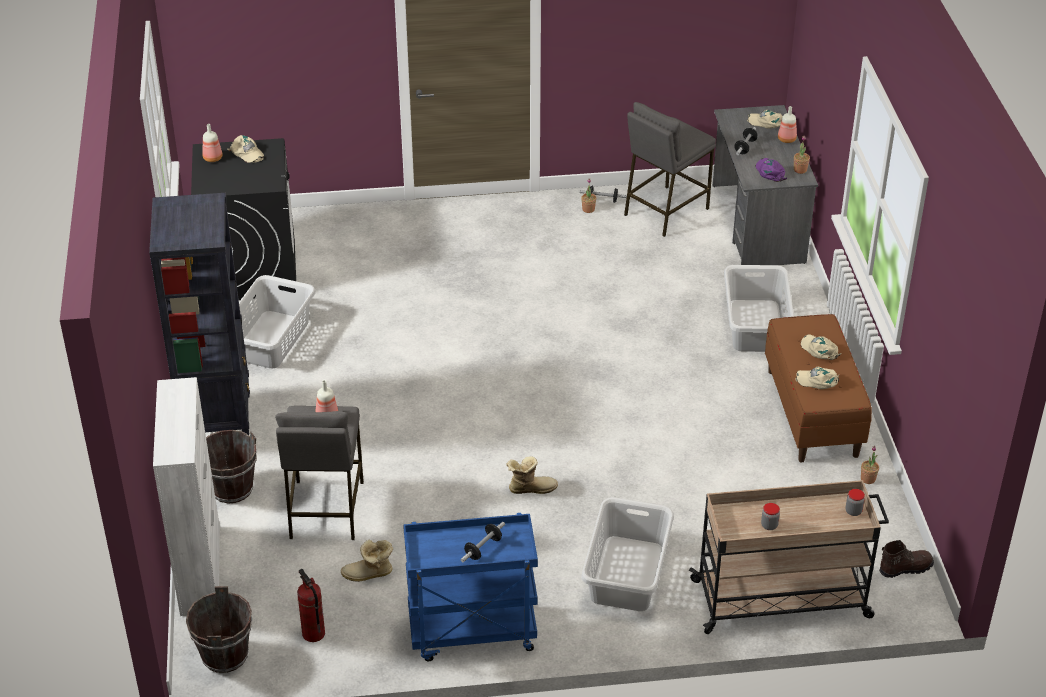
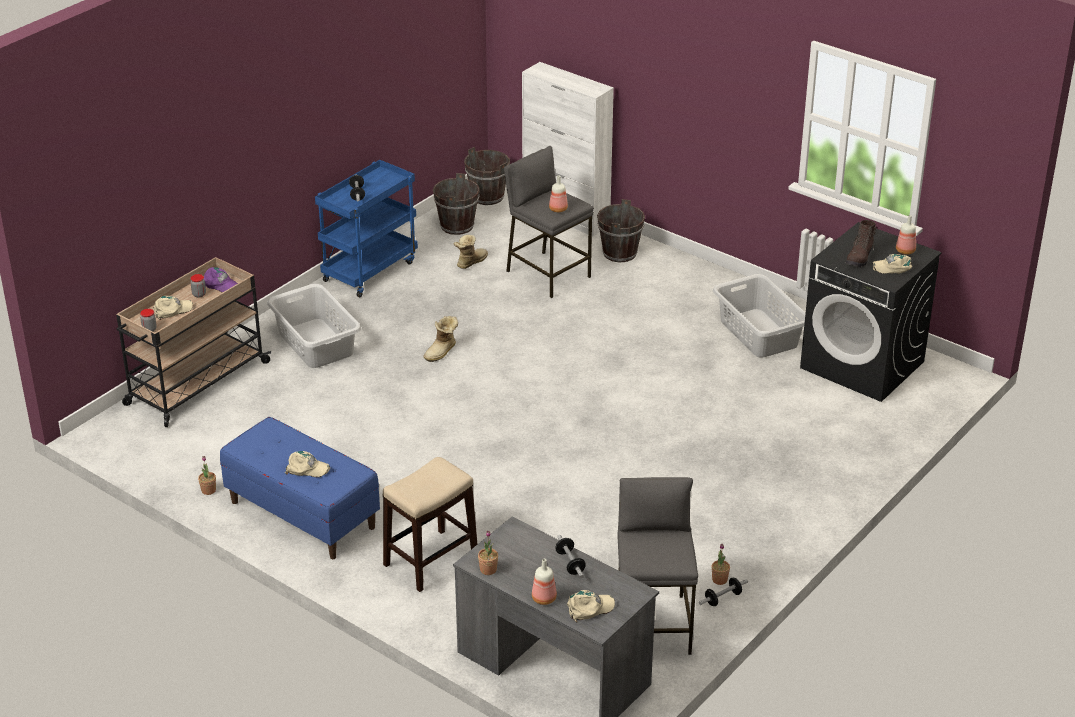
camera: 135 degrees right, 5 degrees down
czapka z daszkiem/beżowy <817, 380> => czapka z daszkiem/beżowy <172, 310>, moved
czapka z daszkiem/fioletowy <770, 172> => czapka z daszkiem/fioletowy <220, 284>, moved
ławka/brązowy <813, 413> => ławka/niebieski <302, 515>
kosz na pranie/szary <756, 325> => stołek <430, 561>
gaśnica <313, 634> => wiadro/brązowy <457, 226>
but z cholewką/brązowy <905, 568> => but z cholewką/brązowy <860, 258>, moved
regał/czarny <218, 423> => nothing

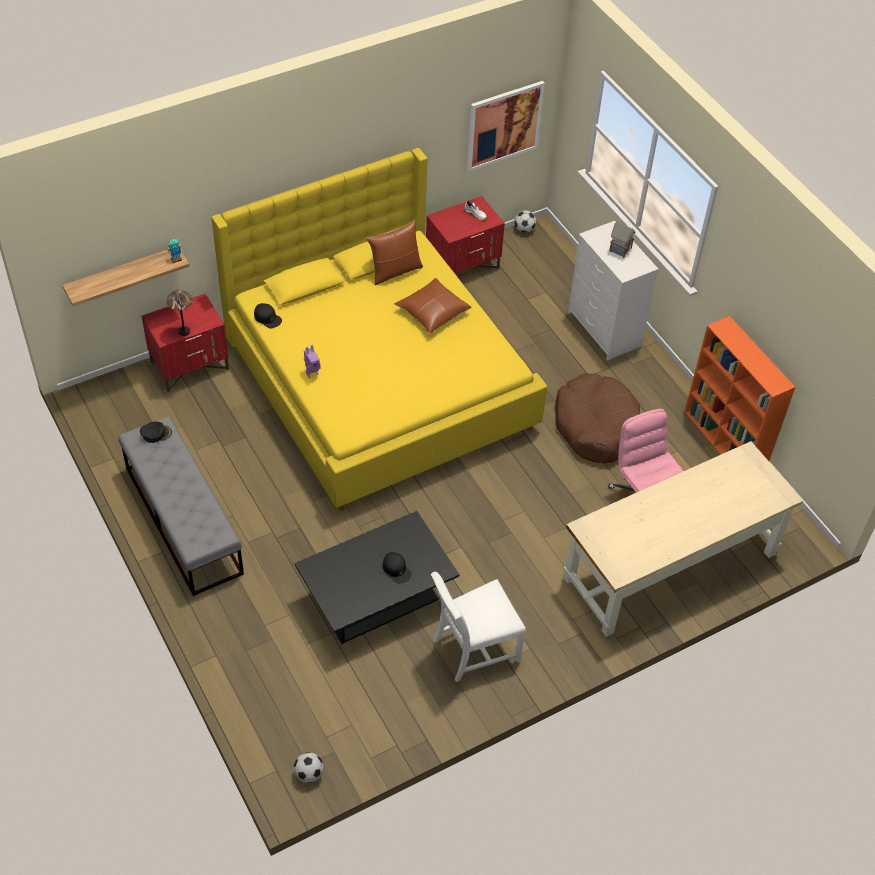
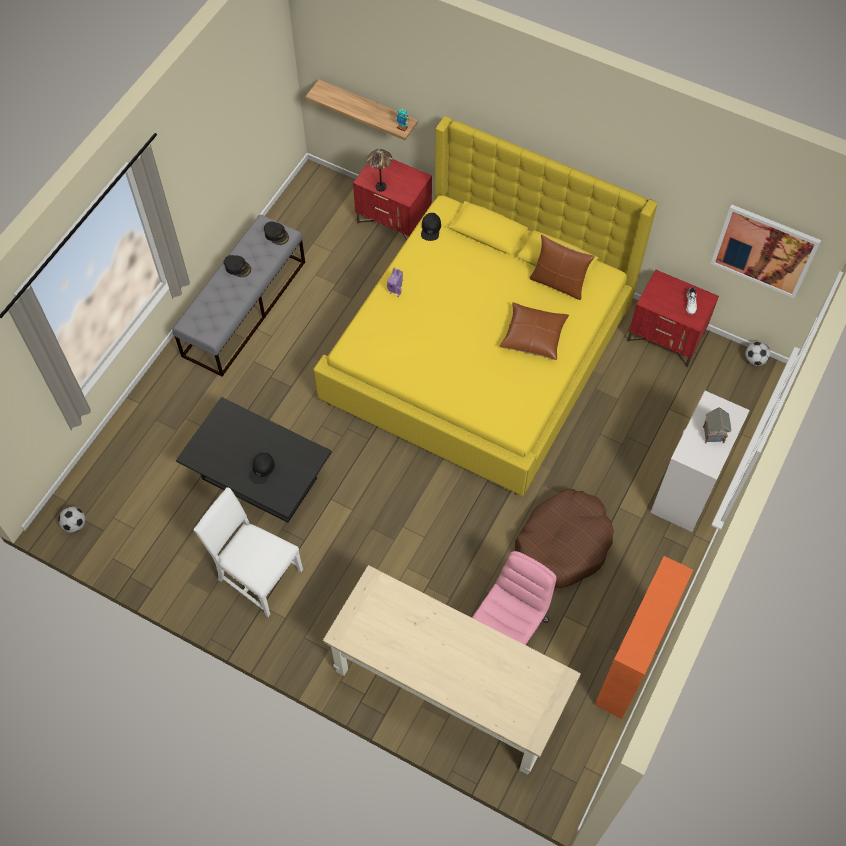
camera: 60 degrees right, 10 degrees up
nothing => czapka z daszkiem/czarny <237, 267>

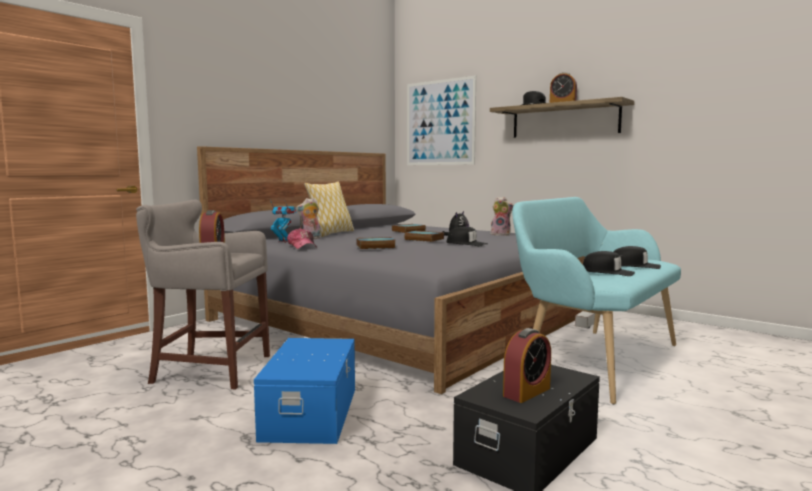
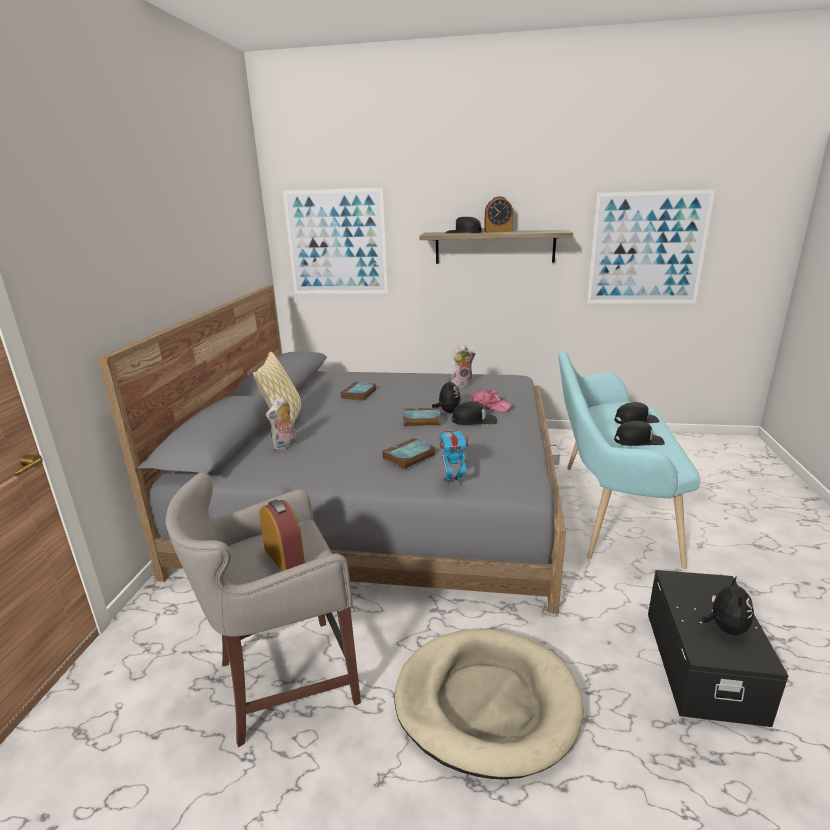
camera: 30 degrees left, 15 degrees up
pojemnik do przechowywania/niebieski <312, 413> => legowisko/beżowy <486, 703>
robot zabawkowy <284, 241> => robot zabawkowy <453, 482>, moved
czapka z daszkiem <302, 246> => czapka z daszkiem <489, 406>, moved
nothing => obraz <647, 249>
budzik <526, 392> => pluszak <725, 628>

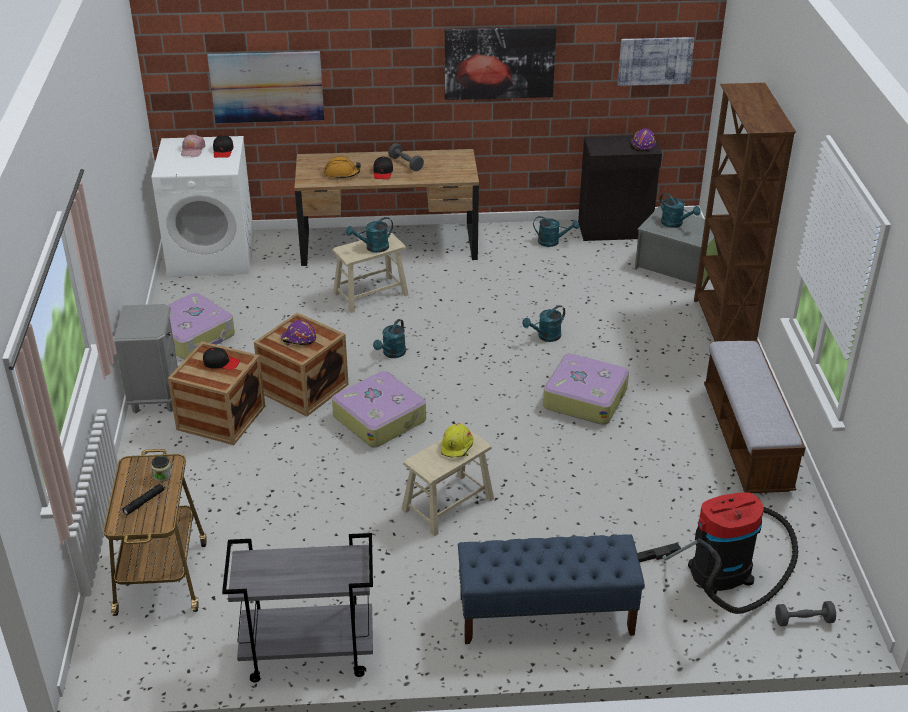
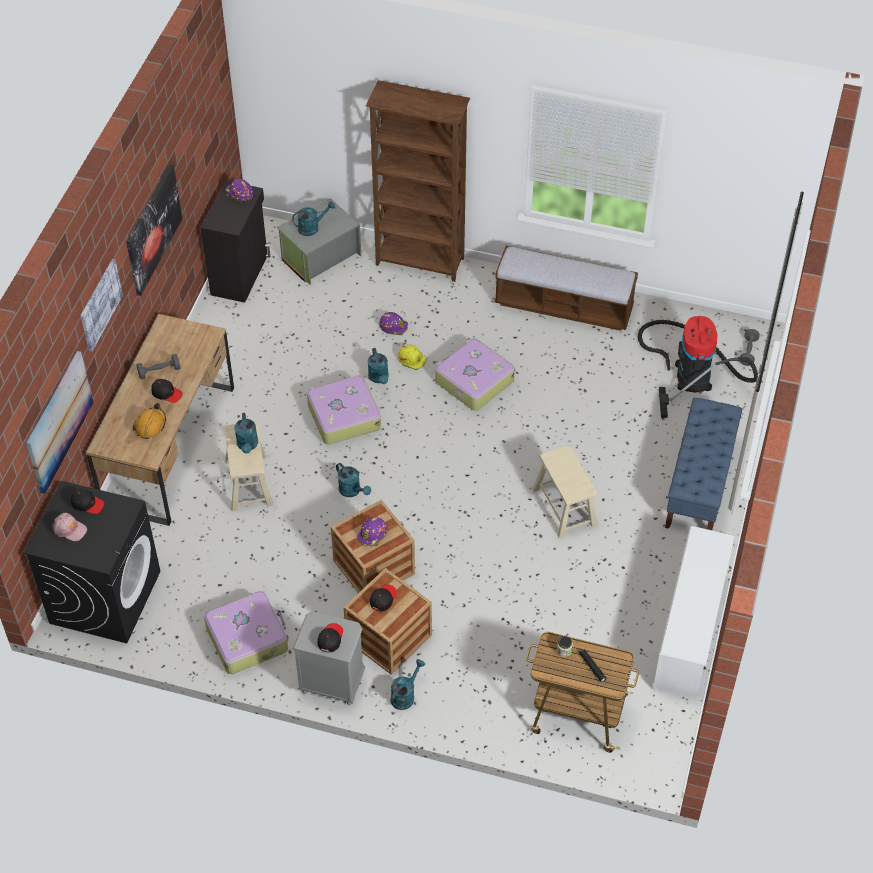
camera: 70 degrees left, 15 degrees up
pralka/biały <212, 255> => pralka/czarny <105, 596>
obraz <655, 60> => obraz <100, 304>, moved
walizka <380, 418> => walizka <343, 416>, moved
nothing => czapka z daszkiem/czarny <330, 639>
nothing => kask/fioletowy <393, 326>
konewka/turkusowy <552, 242> => konewka/turkusowy <405, 695>, moved
kask/żółty <457, 447> => kask/żółty <412, 359>, moved
wózek/szary <307, 653> => regał na buty/biały <689, 633>

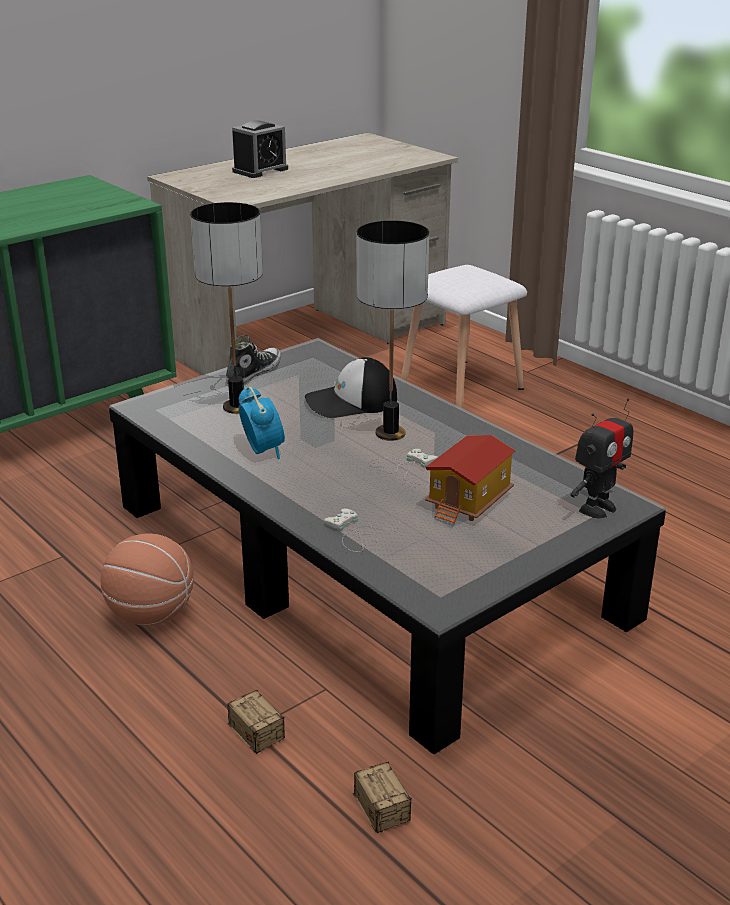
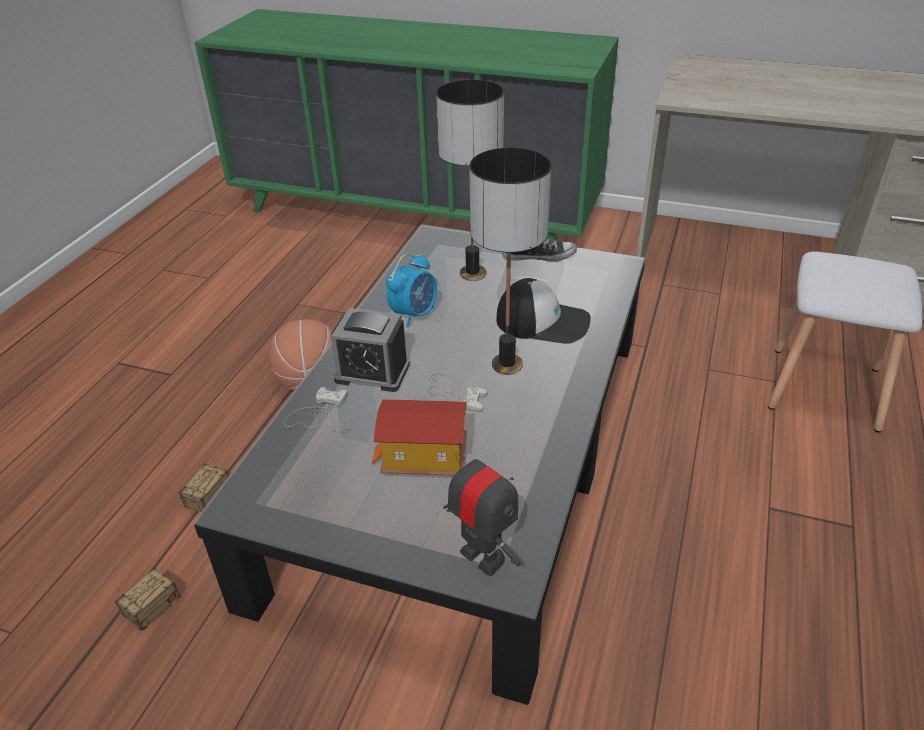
camera: 60 degrees right, 10 degrees up
budzik <260, 170> => budzik <372, 372>, moved
robot zabawkowy <597, 508> => robot zabawkowy <482, 557>, 150 degrees counterclockwise
czapka z daszkiem <351, 401> => czapka z daszkiem <543, 321>, 150 degrees clockwise

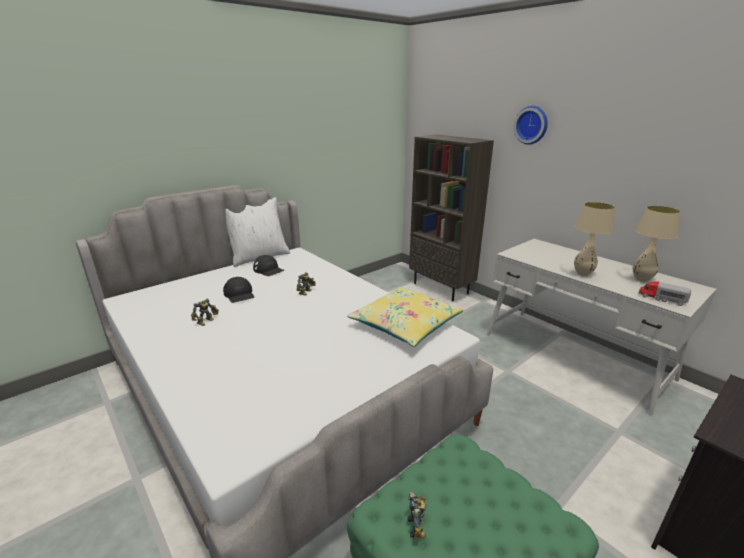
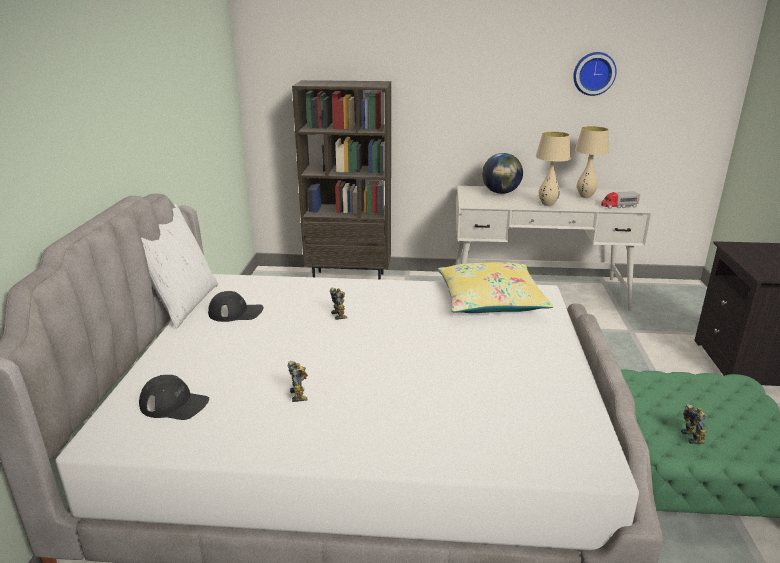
camera: 45 degrees left, 0 degrees up
czapka z daszkiem/czarny <239, 294> => czapka z daszkiem/czarny <174, 404>, moved
nothing => globus <501, 193>
zegar ścienny <532, 125> => zegar ścienny <593, 73>, moved
robot zabawkowy <418, 526> => robot zabawkowy <693, 436>, 45 degrees clockwise

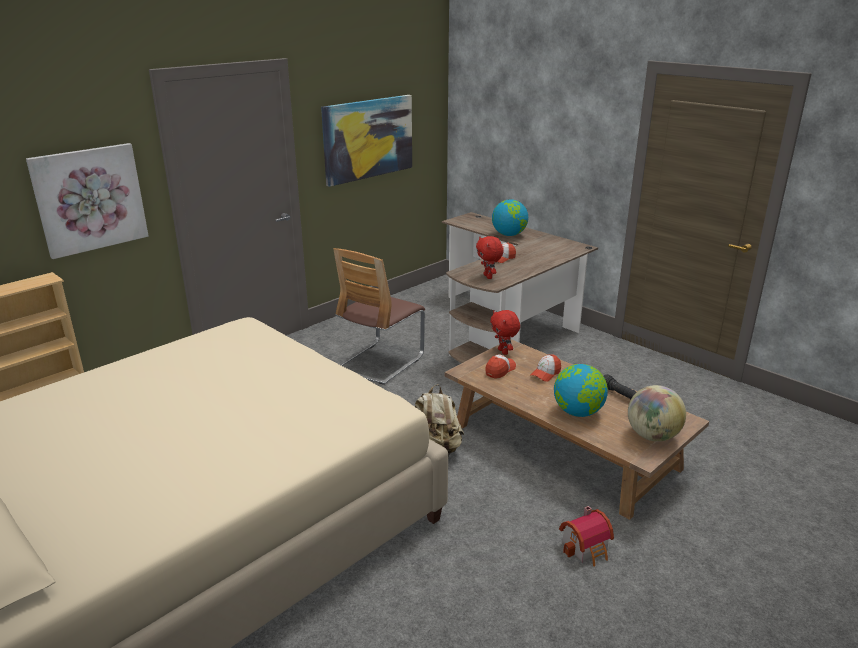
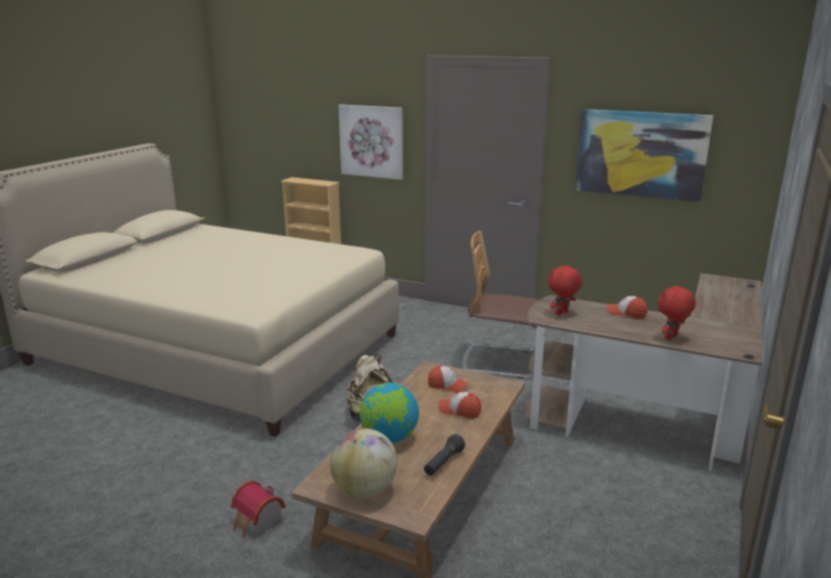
camera: 70 degrees right, 5 degrees down
pluszak/czerwony <503, 352> => pluszak/czerwony <671, 338>, moved
globus <509, 235> => nothing

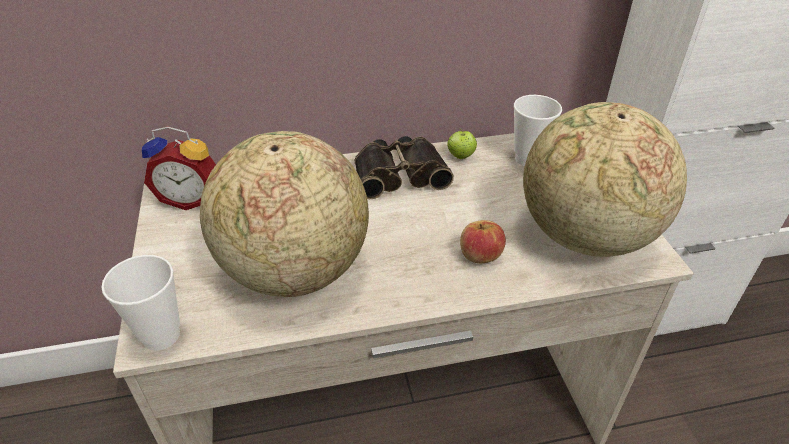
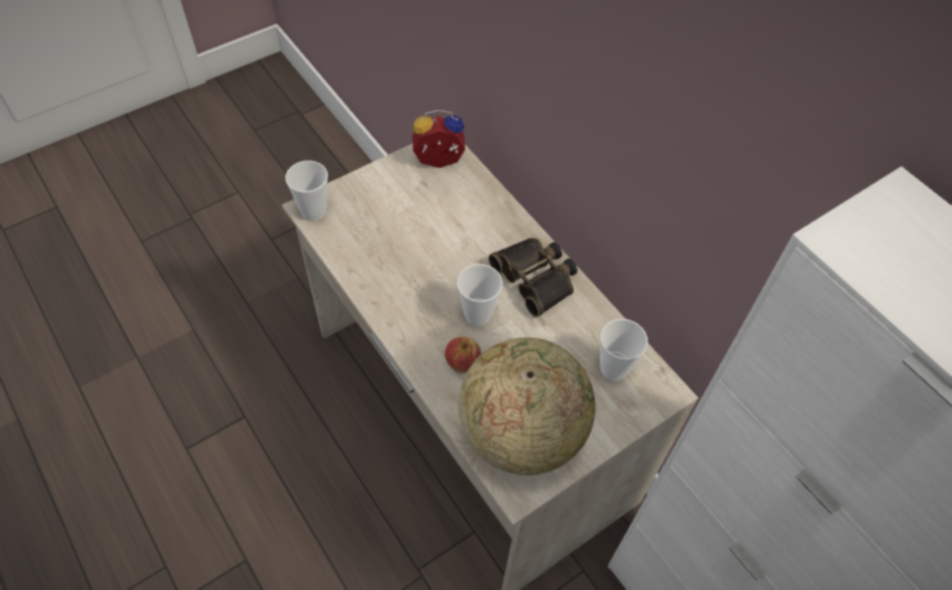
camera: 65 degrees right, 15 degrees up
budzik <191, 198> => budzik <439, 163>, 105 degrees clockwise
nothing => filiżanka <477, 315>
globus <294, 270> => nothing
jabłko <461, 156> => nothing

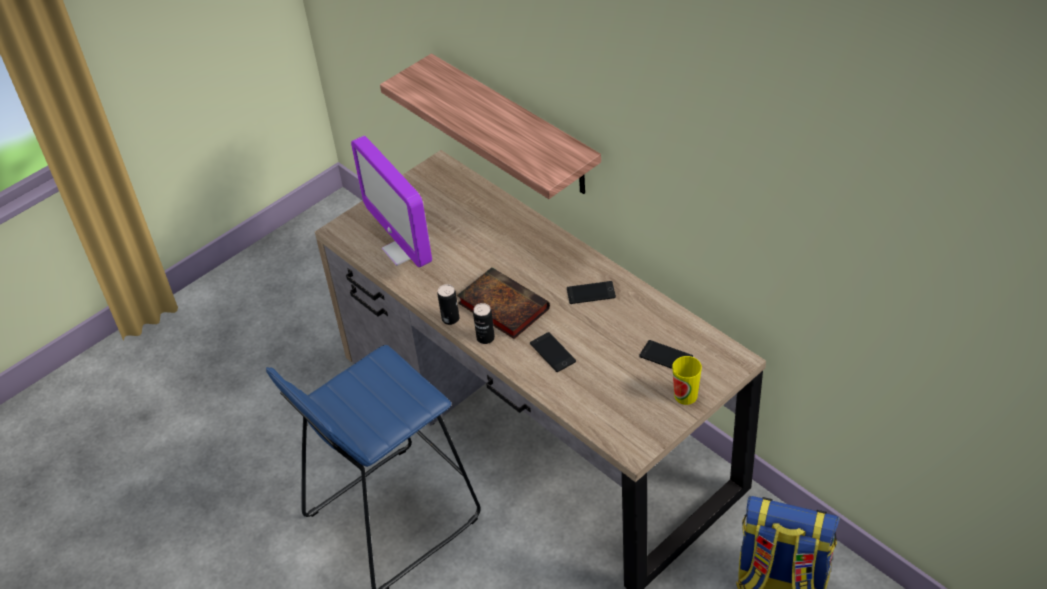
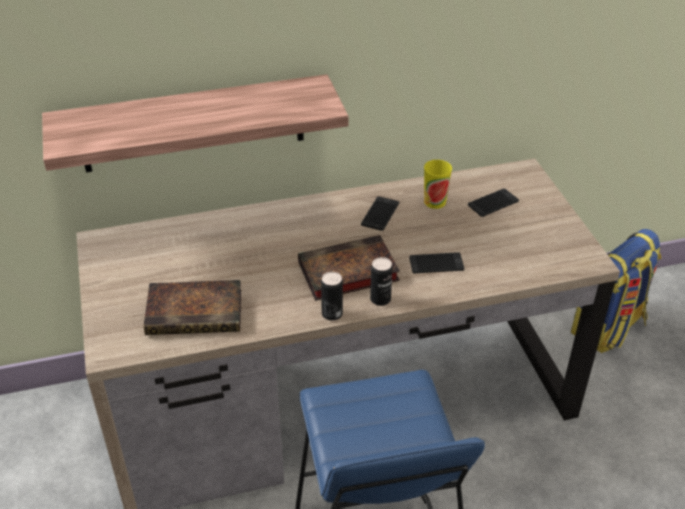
camera: 65 degrees left, 5 degrees down
monitor <403, 250> => książka <197, 312>
filiżanka <685, 395> => filiżanka <435, 202>, moved

